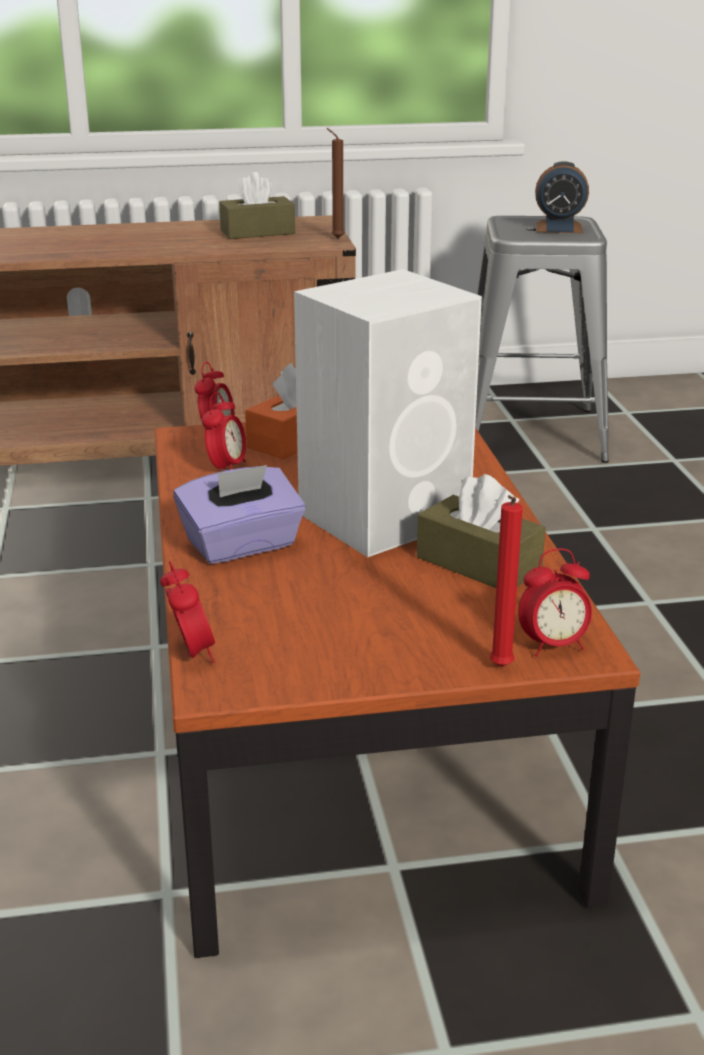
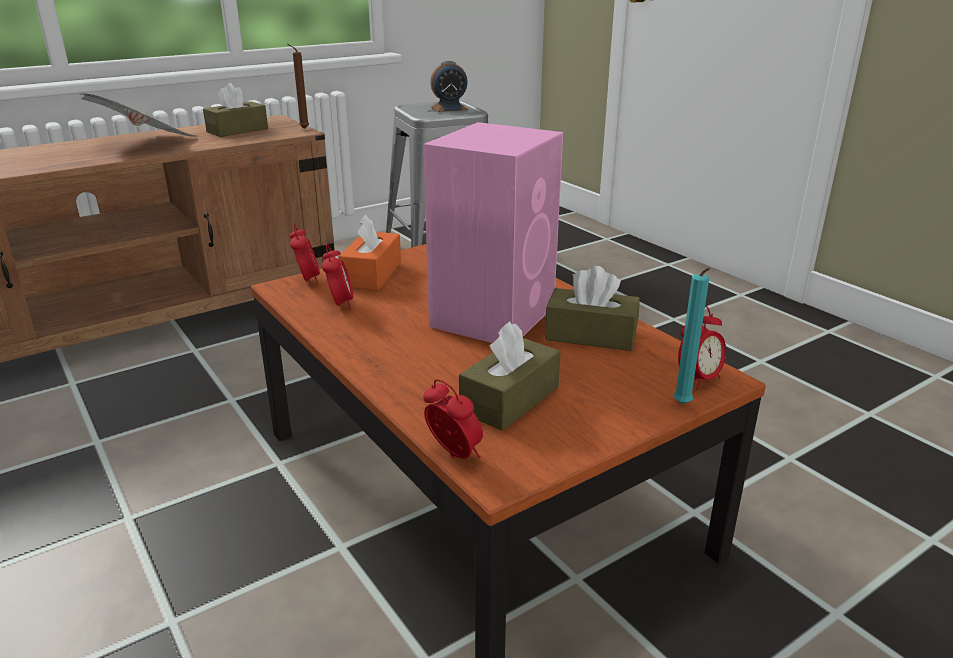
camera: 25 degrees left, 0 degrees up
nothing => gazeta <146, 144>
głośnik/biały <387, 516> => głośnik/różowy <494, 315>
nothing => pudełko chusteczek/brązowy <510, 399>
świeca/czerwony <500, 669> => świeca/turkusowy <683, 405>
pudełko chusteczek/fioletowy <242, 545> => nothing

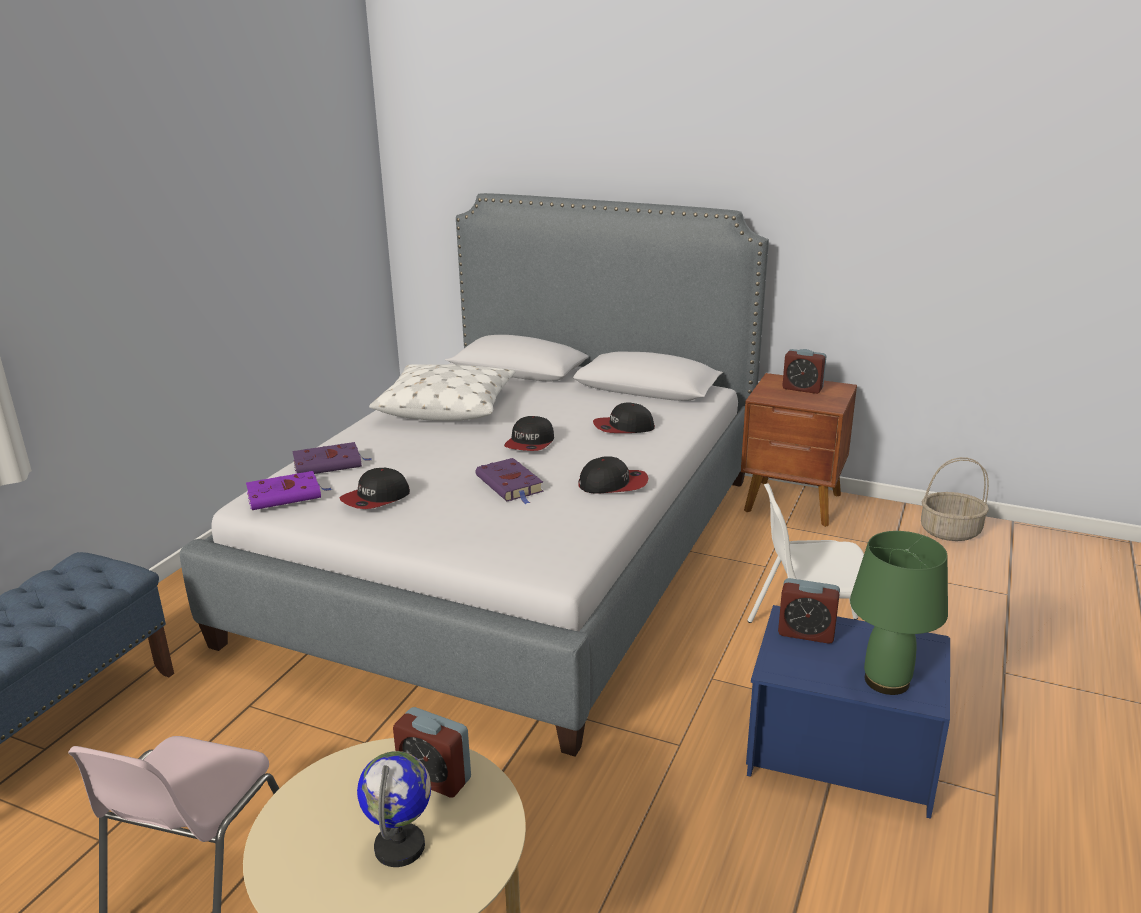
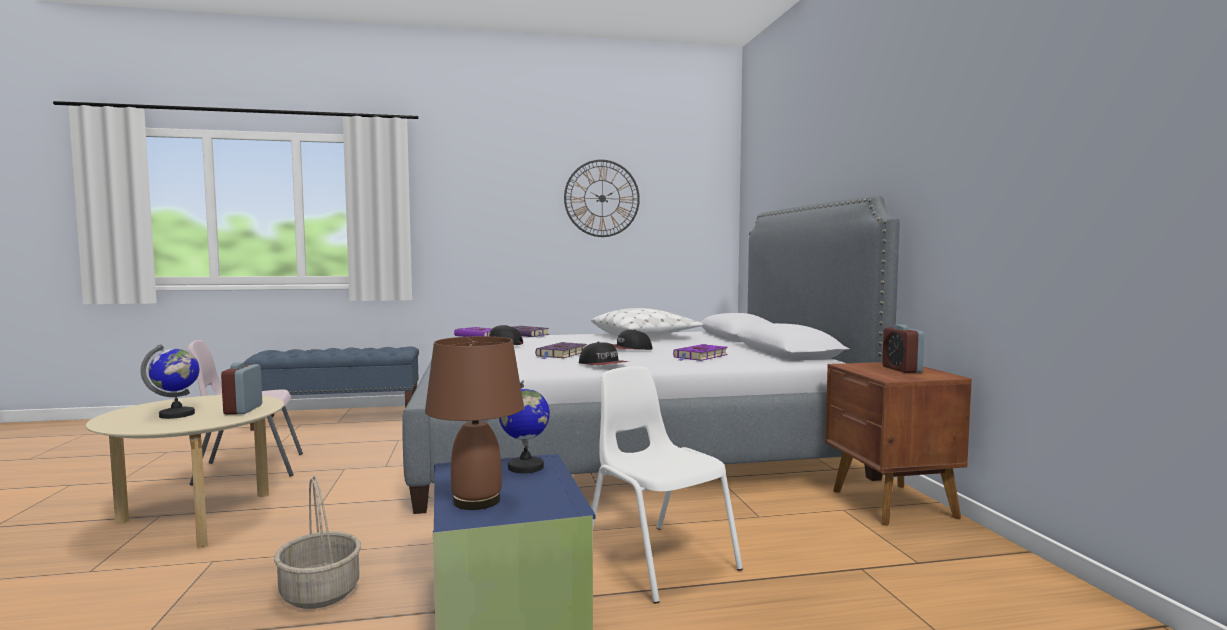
camera: 55 degrees right, 20 degrees down
koszyk <950, 531> => koszyk <321, 593>, moved
lampa stołowa/zielony <887, 681> => lampa stołowa/brązowy <476, 501>
budzik <806, 633> => globus <525, 467>
nothing => zegar ścienny <602, 198>
czapka z daszkiem <623, 427> => książka/fioletowy <700, 356>

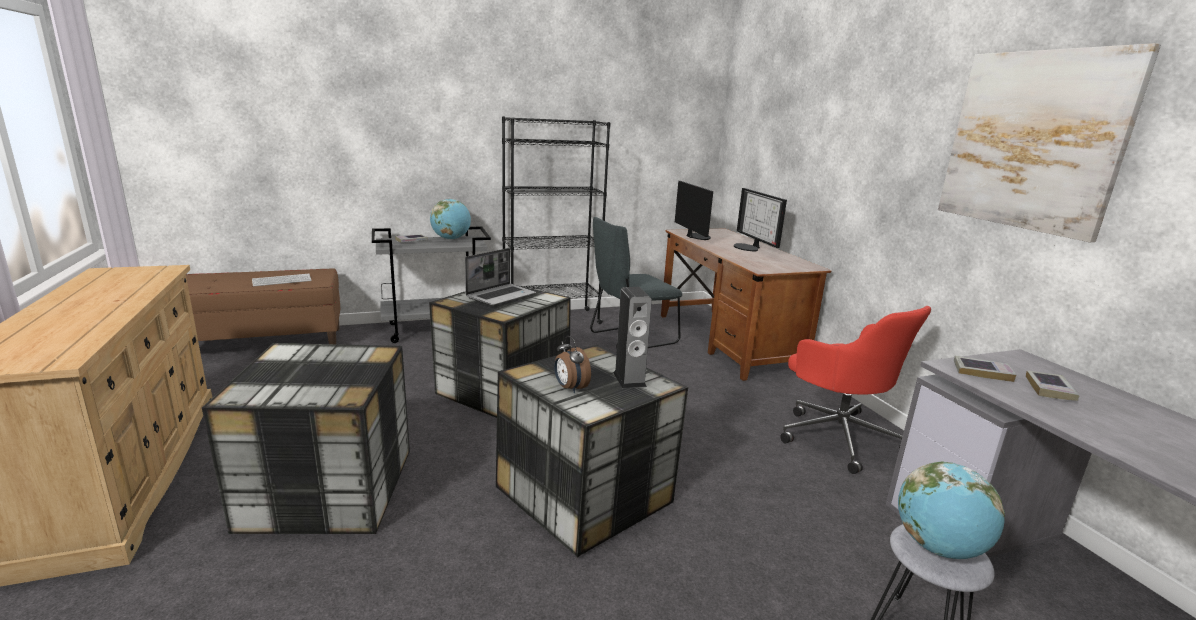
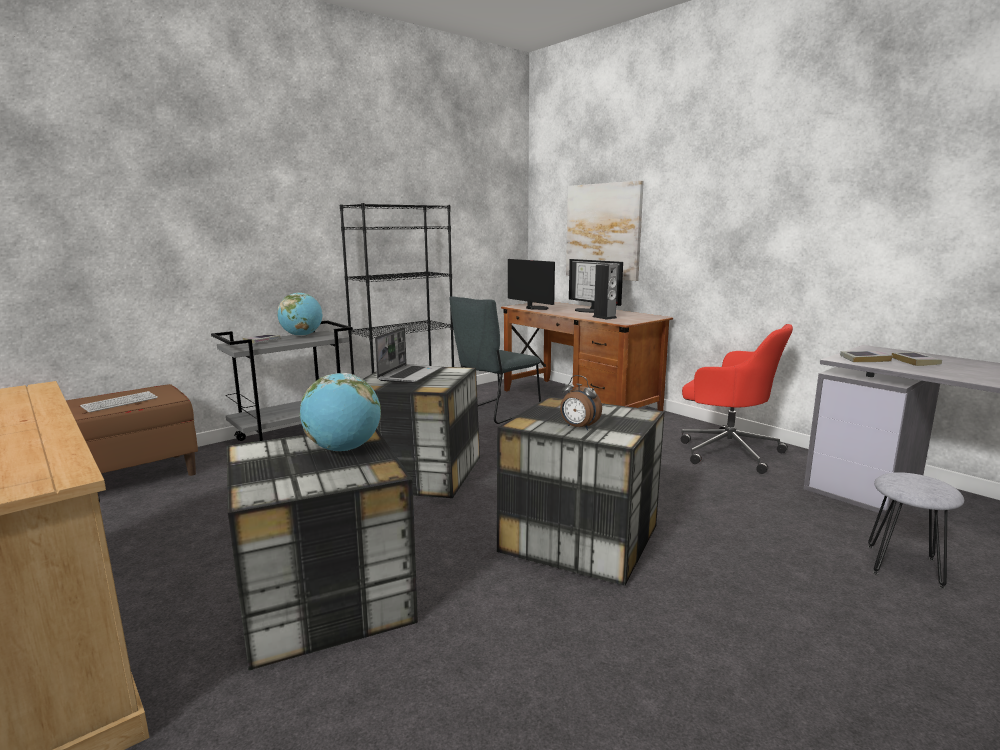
camera: 20 degrees left, 5 degrees down
globus <938, 548> => globus <343, 449>, moved
obraz <1033, 141> => obraz <603, 231>, moved
głośnik <629, 379> => głośnik <604, 317>, moved

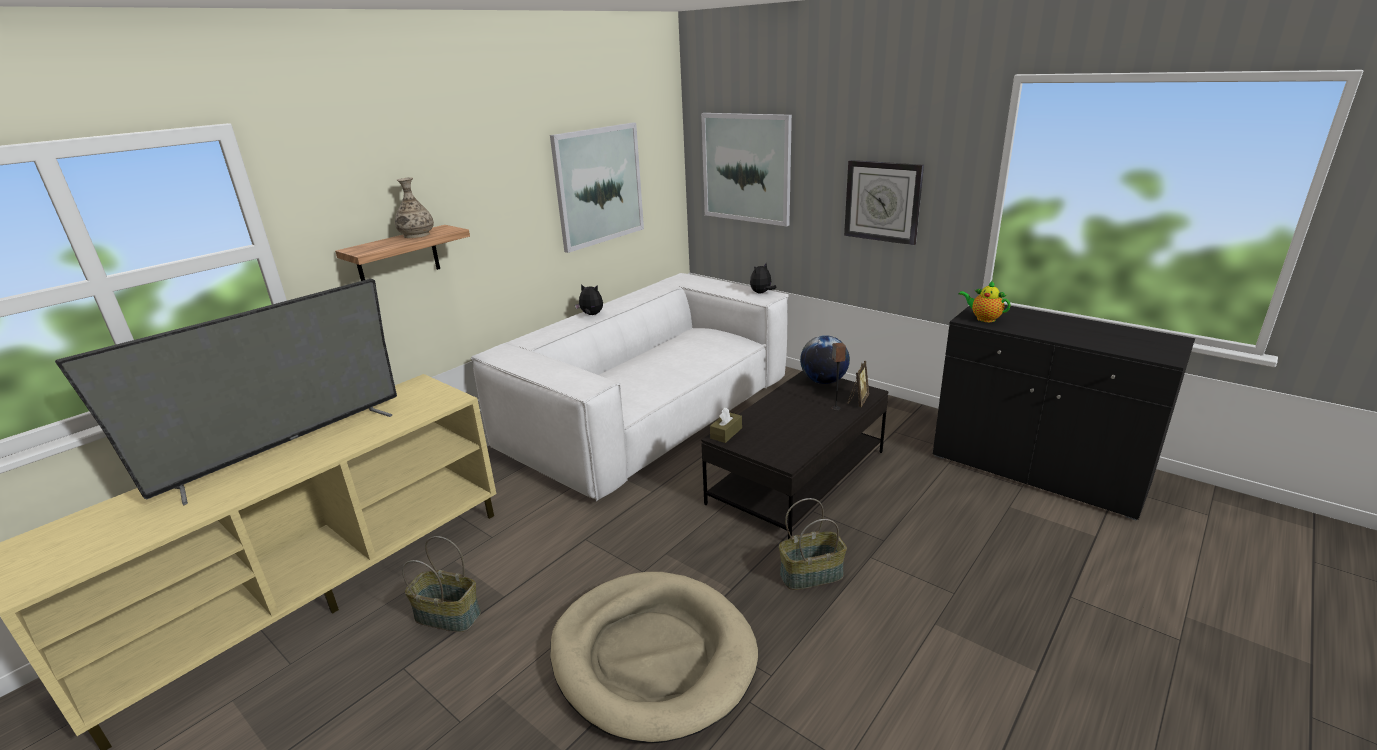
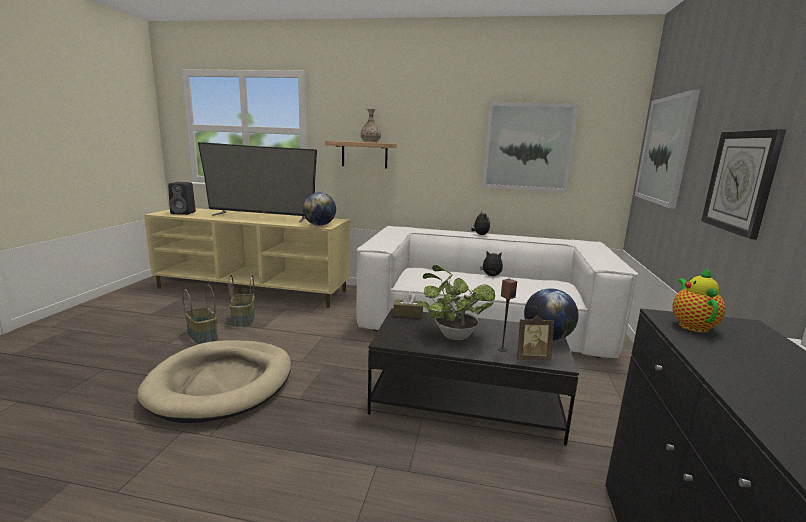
camera: 60 degrees right, 10 degrees down
nothing => głośnik/czarny <184, 213>
koszyk <811, 574> => koszyk <203, 335>, moved
nothing => globus <319, 225>
nothing => roślina doniczkowa <452, 334>
pluszak <761, 293> => pluszak <491, 276>, moved

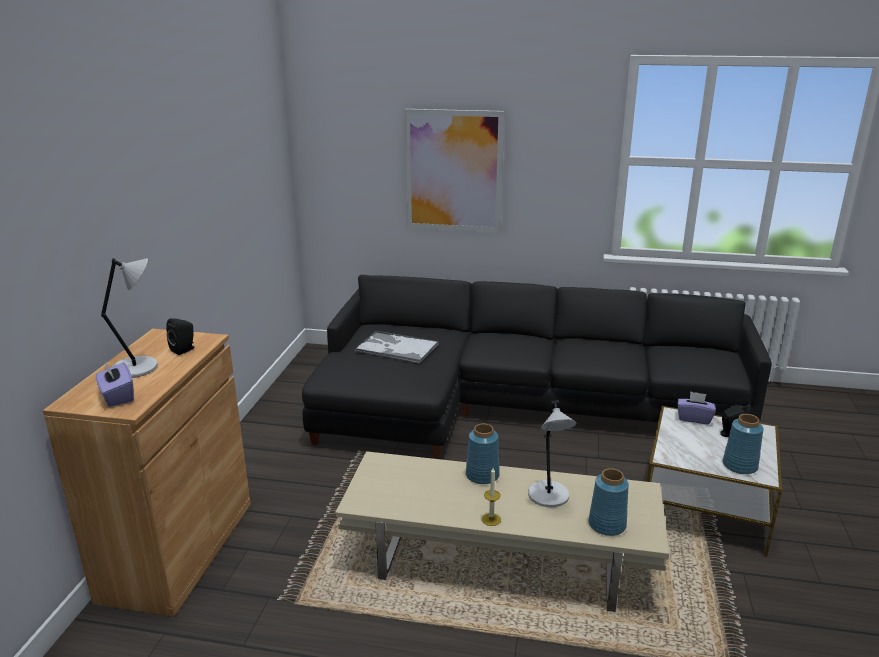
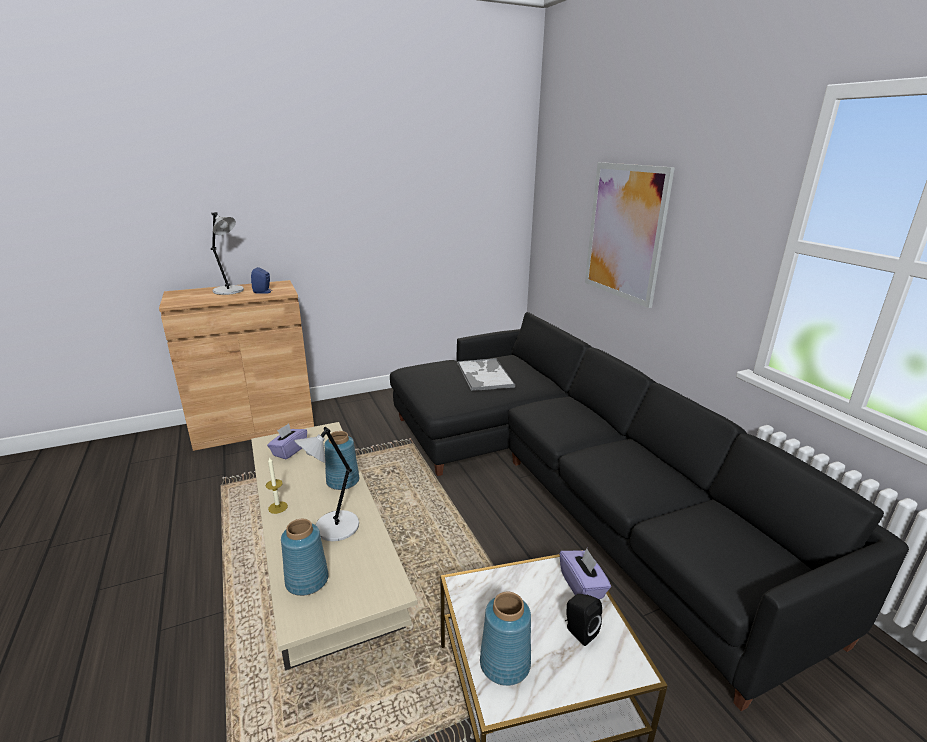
camera: 55 degrees right, 0 degrees up
głośnik/czarny <184, 349> => głośnik/niebieski <263, 292>
pudełko chusteczek/fioletowy <117, 396> => pudełko chusteczek/fioletowy <289, 451>, moved

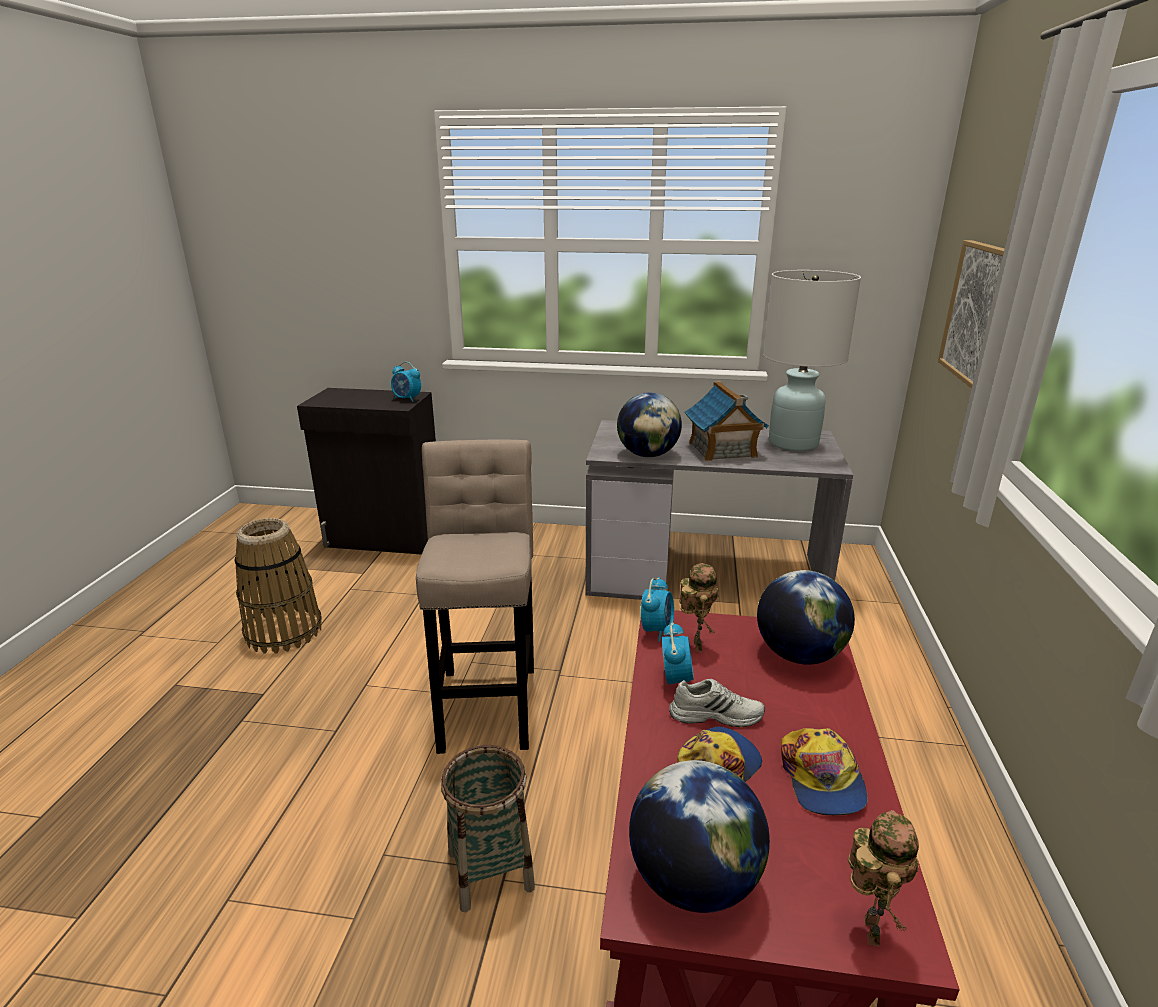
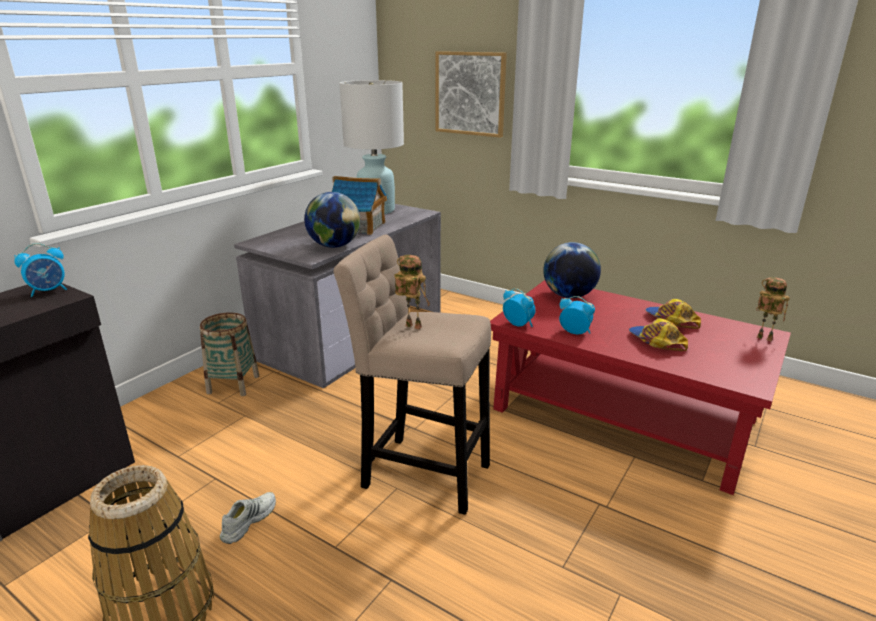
camera: 65 degrees left, 0 degrees up
koszyk <490, 870> => koszyk <233, 384>, moved
but/biały <716, 714> => but/biały <248, 520>, moved
robot zabawkowy <695, 645> => robot zabawkowy <411, 327>, moved
czapka z daszkiem <821, 778> => czapka z daszkiem <670, 320>, 135 degrees counterclockwise
globus <693, 880> => nothing

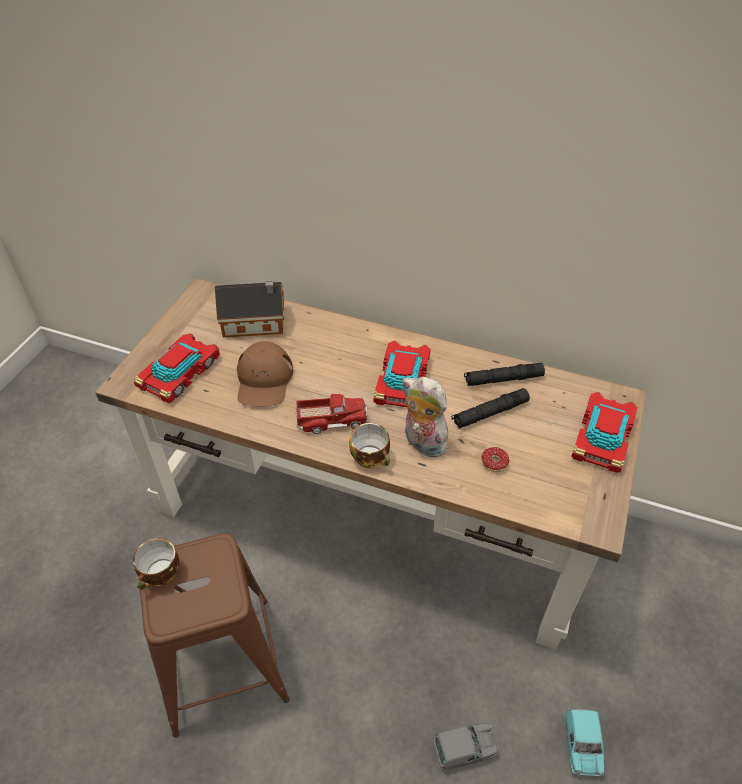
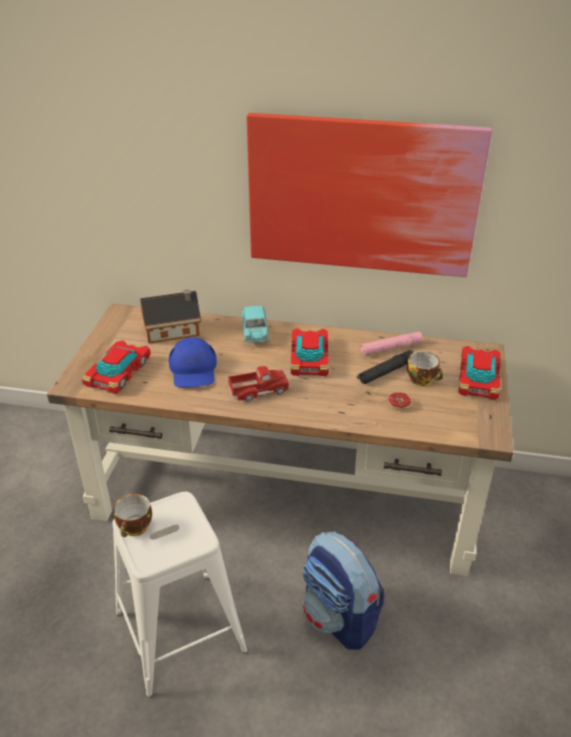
camera: 10 degrees left, 10 degrees down
stołek/brązowy <223, 663> => stołek/biały <180, 631>
czapka z daszkiem/brązowy <264, 380> => czapka z daszkiem/niebieski <193, 369>
samochodzik/turkusowy <582, 746> => samochodzik/turkusowy <255, 334>, moved
nothing => obraz <362, 195>
nothing => plecak <340, 618>
latarka/czarny <503, 379> => latarka/różowy <390, 348>
filiżanka <372, 458> => filiżanka <423, 379>, moved
pluszak <422, 443> => nothing
samochodzik/szary <464, 749> => nothing

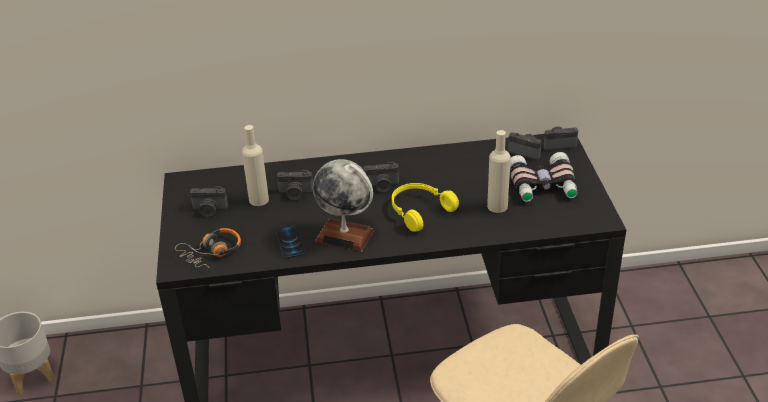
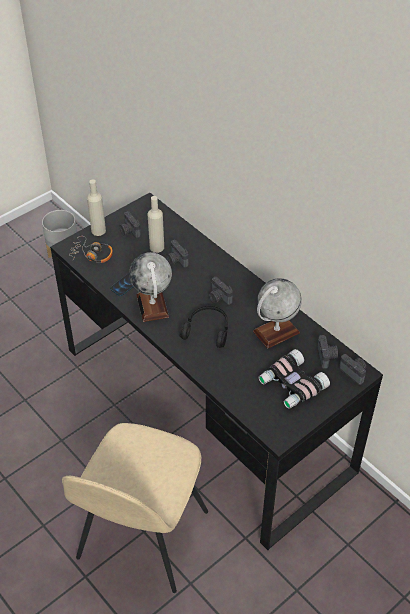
camera: 55 degrees right, 10 degrees up
butelka/beżowy <497, 206> => butelka/beżowy <98, 230>, moved
słuchawki/żółty <419, 211> => słuchawki/czarny <207, 330>
nothing => globus <276, 332>

